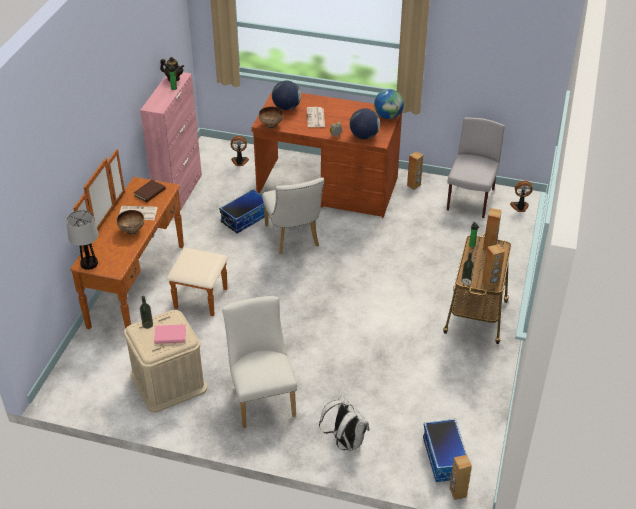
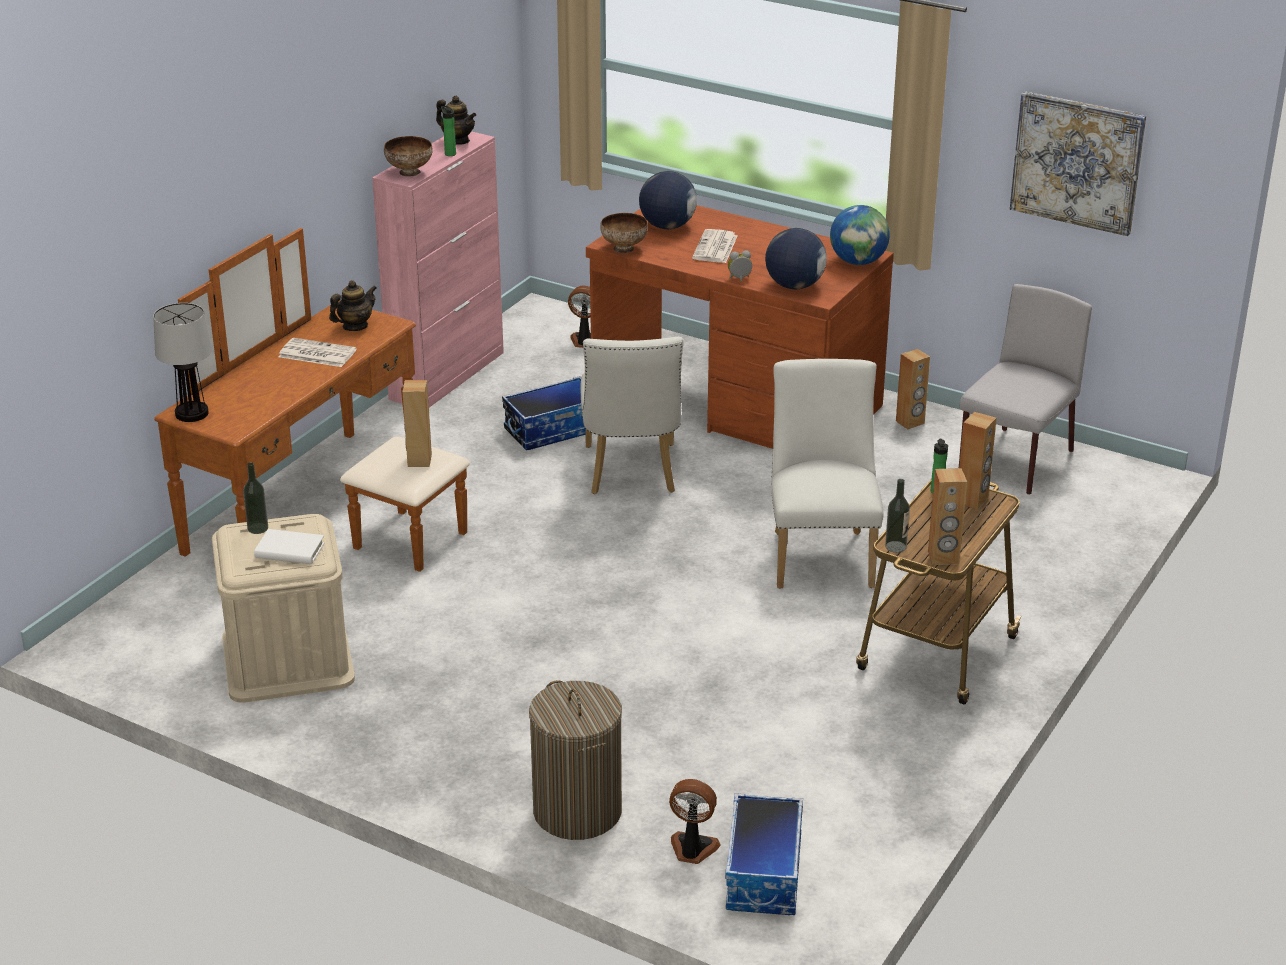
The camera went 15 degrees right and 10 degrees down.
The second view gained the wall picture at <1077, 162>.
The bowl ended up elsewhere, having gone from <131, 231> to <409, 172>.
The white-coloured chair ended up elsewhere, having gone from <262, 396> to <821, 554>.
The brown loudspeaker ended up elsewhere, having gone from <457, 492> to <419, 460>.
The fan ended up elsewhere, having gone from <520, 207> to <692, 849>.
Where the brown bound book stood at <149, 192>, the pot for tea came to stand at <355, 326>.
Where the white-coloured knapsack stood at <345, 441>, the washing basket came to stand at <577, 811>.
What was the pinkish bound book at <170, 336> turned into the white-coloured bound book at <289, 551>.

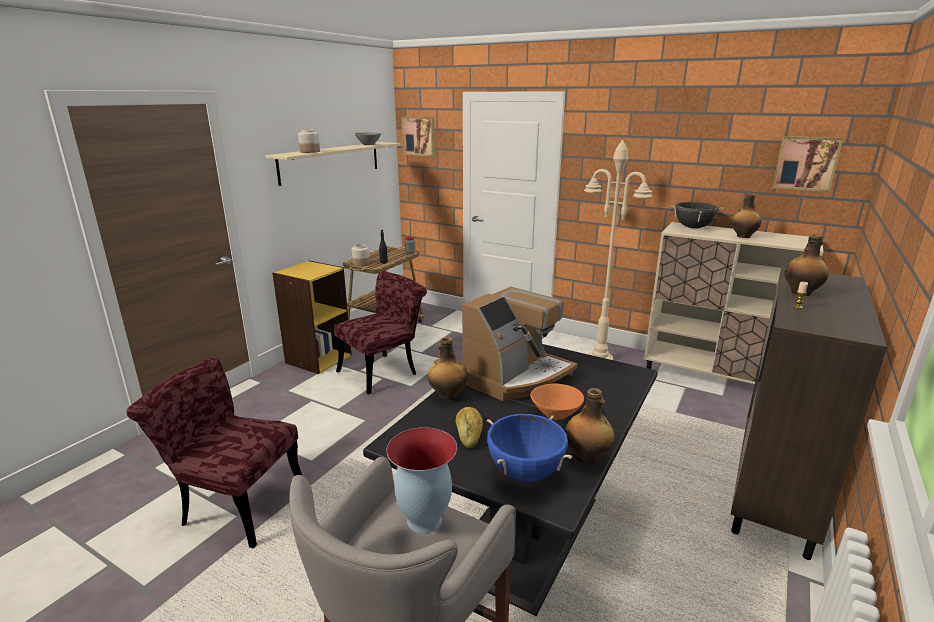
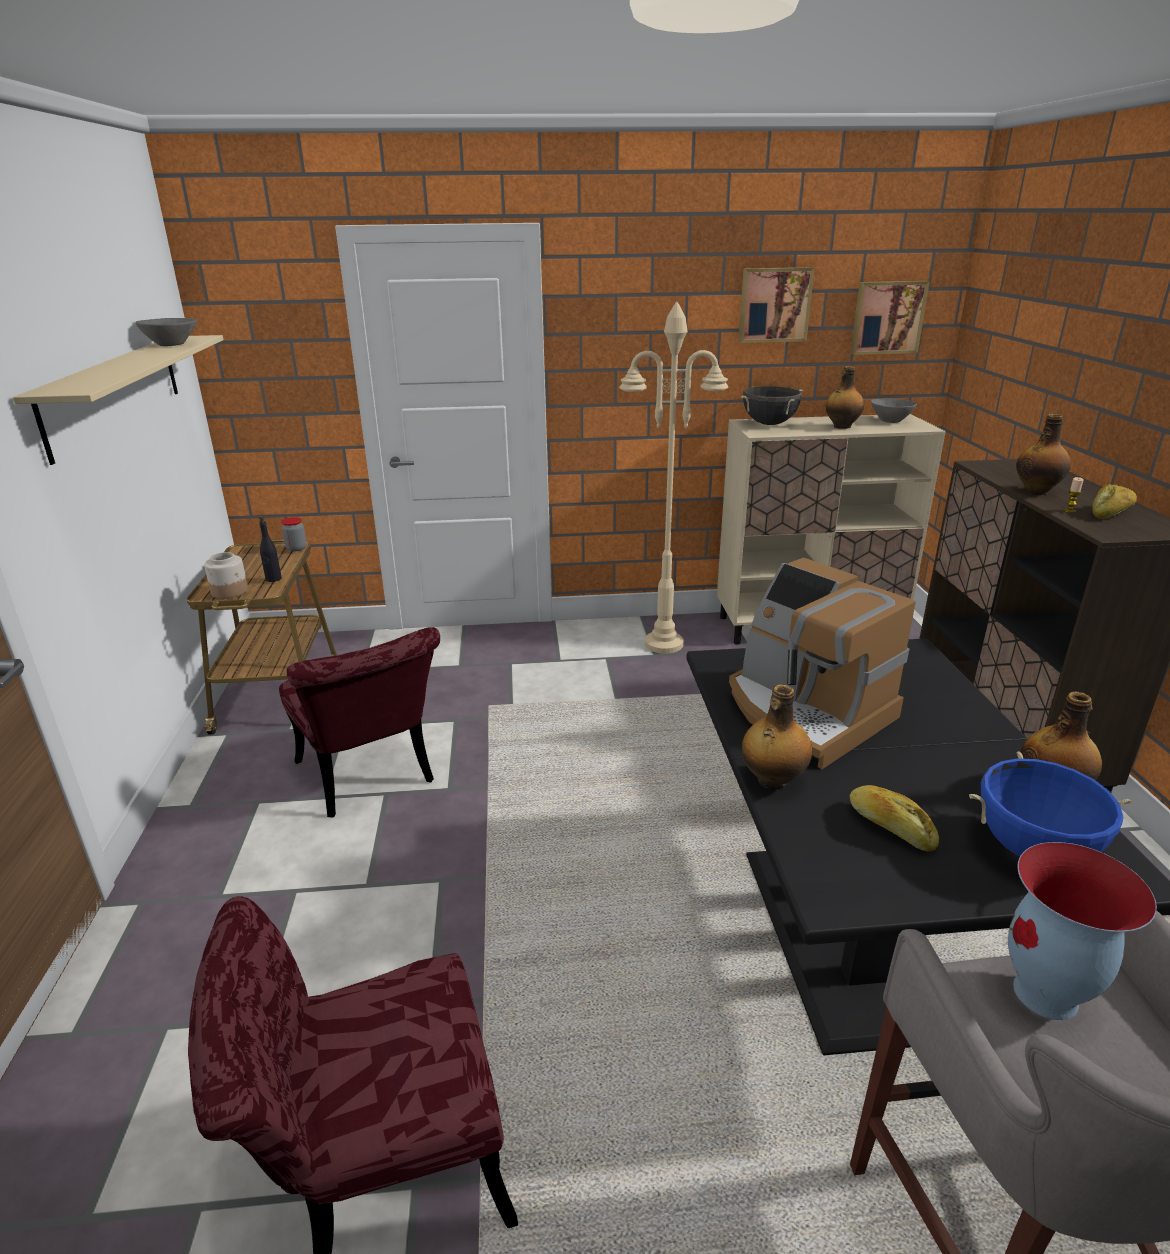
The camera went 35 degrees left and 5 degrees up.
The second view lost the yellowish bookcase at <318, 358>.
The second view lost the preserve jar at <309, 152>.
The second view lost the orange-coloured bowl at <555, 414>.
The second view gained the grey bowl at <890, 421>.
The second view gained the bakery bread at <1111, 512>.
The wall picture ended up elsewhere, having gone from <419, 136> to <774, 305>.
The red-coloured chair at <384, 370> ended up facing another way, 135 degrees clockwise from before.
The coffee maker at <516, 377> ended up facing another way, 135 degrees clockwise from before.

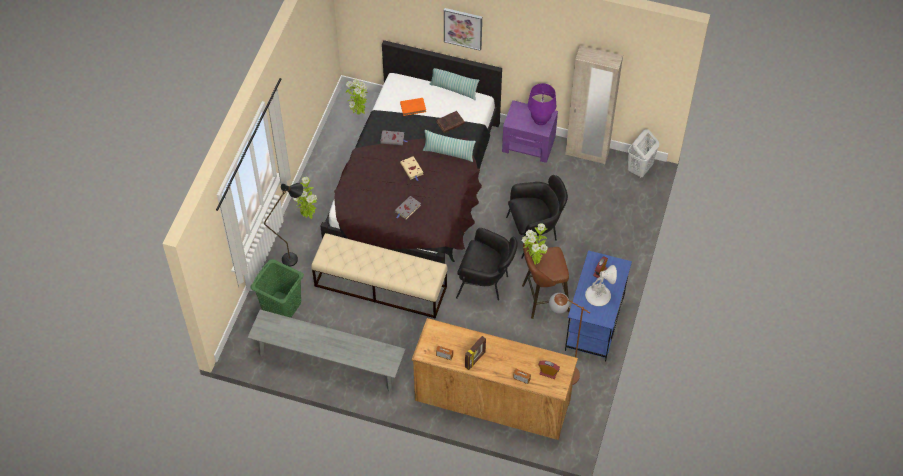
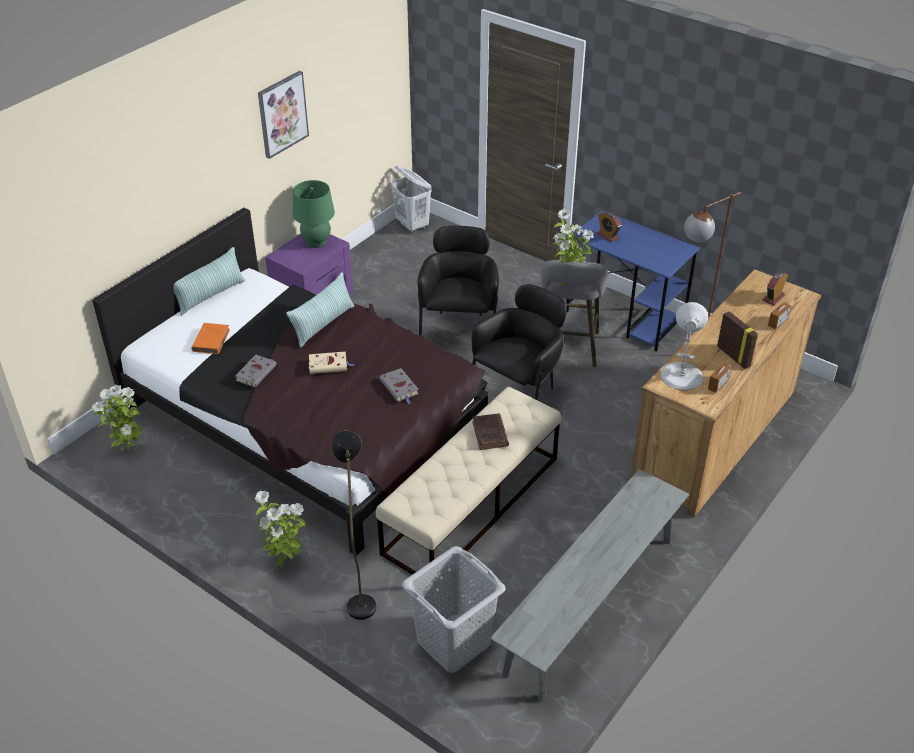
The camera went 70 degrees left and 15 degrees down.
The second view lost the sand-coloured wardrobe at <587, 153>.
The brown bound book ended up elsewhere, having gone from <449, 123> to <490, 434>.
The wall picture ended up elsewhere, having gone from <463, 28> to <282, 114>.
The white-coloured tabletop lamp ended up elsewhere, having gone from <598, 295> to <681, 375>.
What was the green-coloured washing basket at <282, 307> turned into the grey washing basket at <454, 643>.
What was the brown stool at <542, 299> turned into the grey stool at <568, 349>.
What was the purple-coloured tabletop lamp at <540, 119> turned into the green-coloured tabletop lamp at <316, 242>.

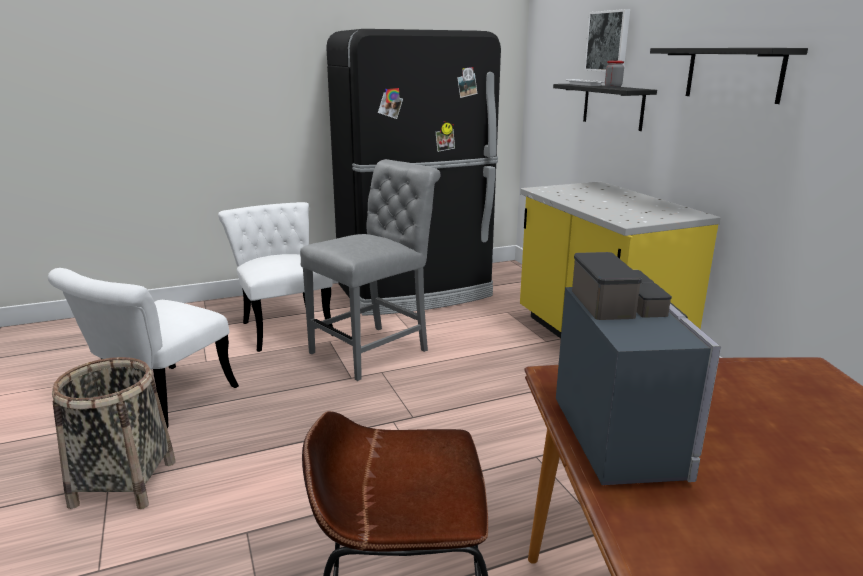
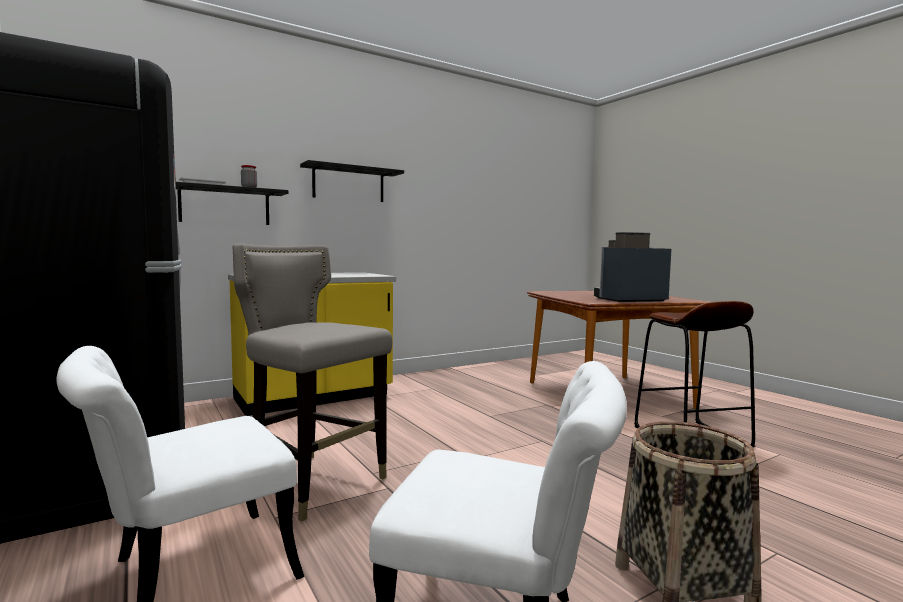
The camera went 100 degrees left and 15 degrees down.
The second view lost the wall picture at <608, 41>.
Where the grey chair stood at <375, 350>, the grey stool came to stand at <312, 482>.

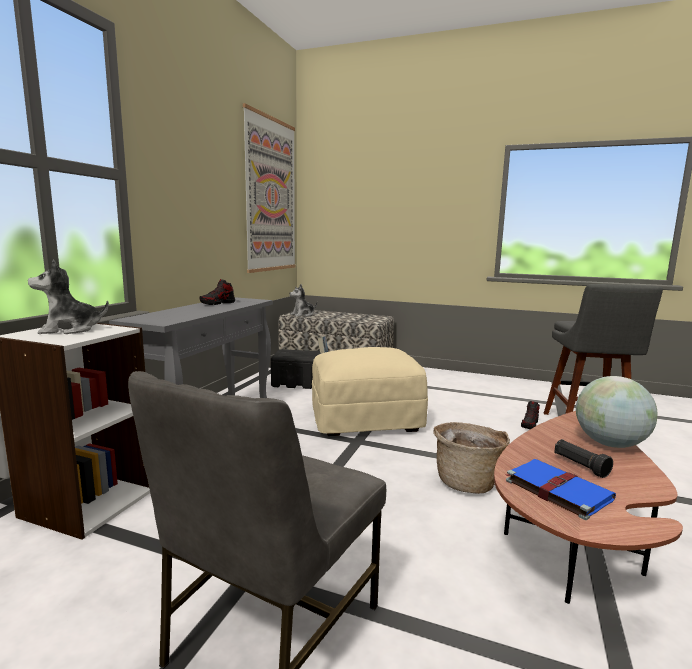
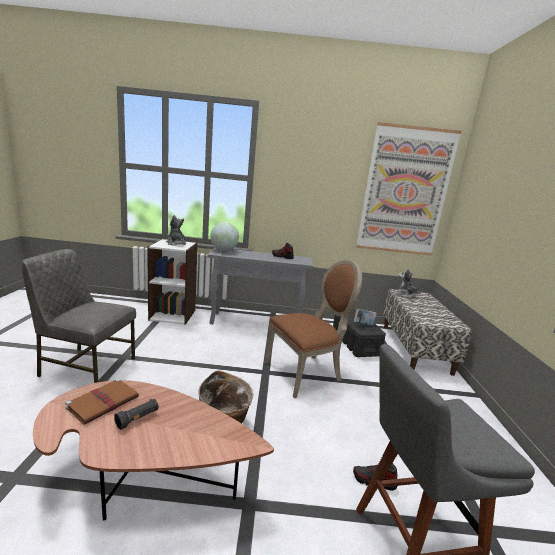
The camera went 70 degrees right and 5 degrees up.
The globe ended up elsewhere, having gone from <610, 444> to <223, 250>.
Where the sand-coloured ottoman stood at <366, 419>, the brown chair came to stand at <306, 372>.
What was the blue bound book at <556, 489> turned into the brown bound book at <104, 402>.

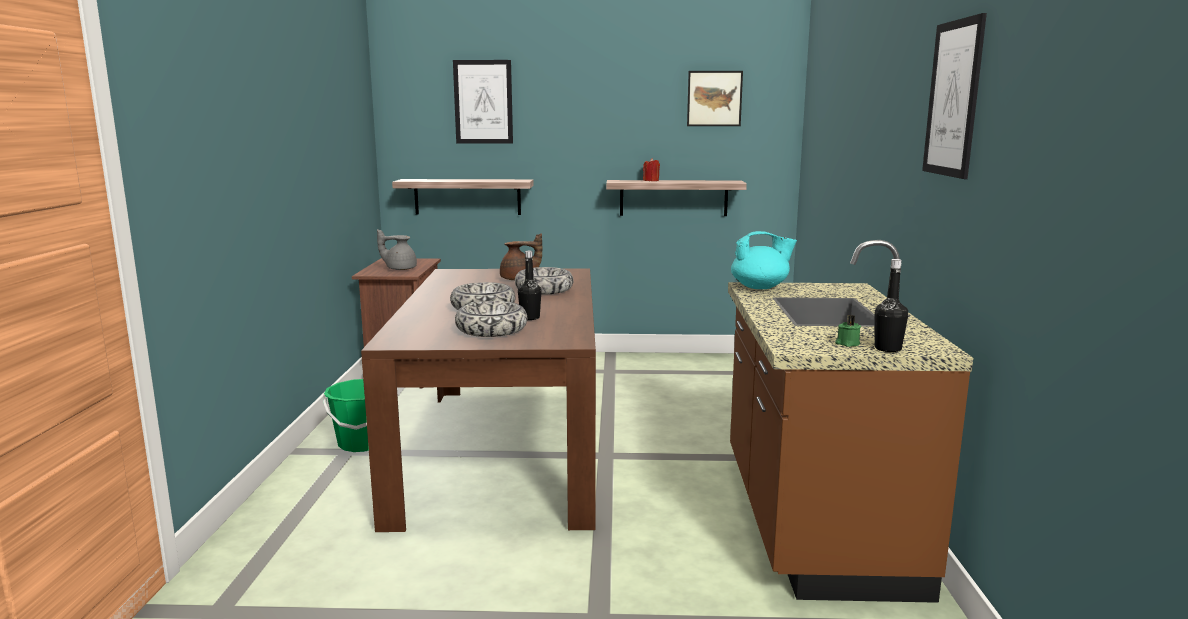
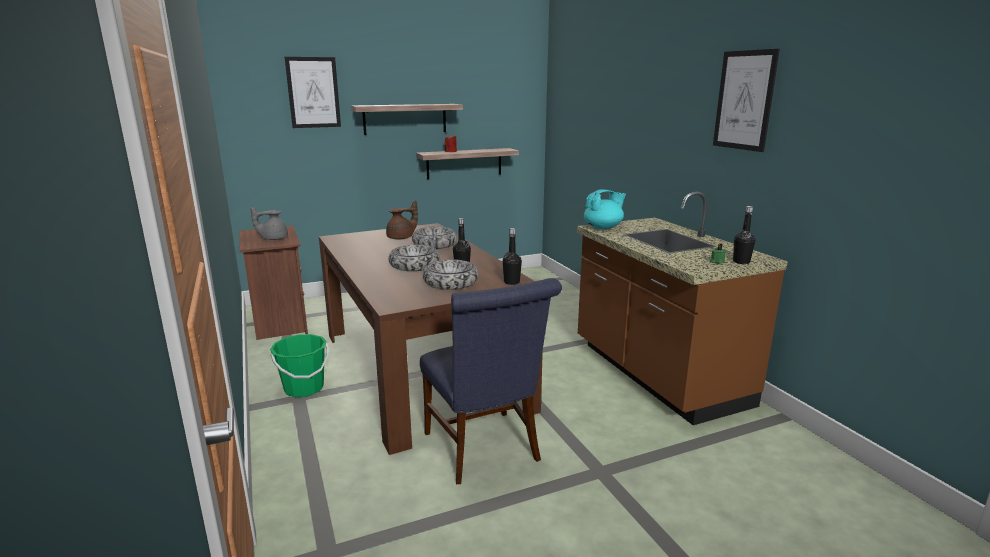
The camera went 25 degrees left and 5 degrees up.
The second view lost the wall picture at <714, 98>.
The second view gained the blue chair at <485, 450>.
The second view gained the black drink bottle at <511, 282>.
The shelf ended up elsewhere, having gone from <467, 196> to <405, 119>.

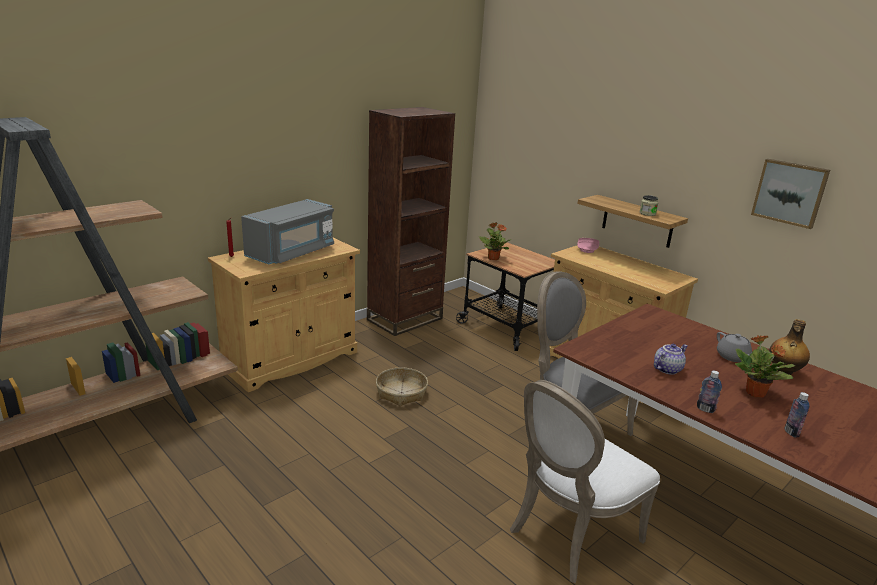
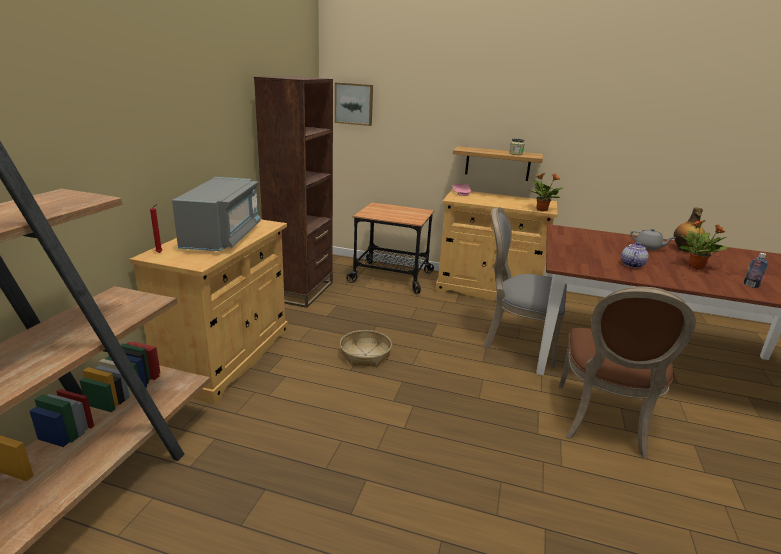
The camera went 30 degrees left and 0 degrees up.
The second view lost the drink bottle at <705, 409>.
The plant in a pot ended up elsewhere, having gone from <493, 258> to <541, 209>.
The wall picture ended up elsewhere, having gone from <790, 192> to <354, 104>.
What was the white-coloured chair at <569, 535> turned into the brown chair at <604, 422>.

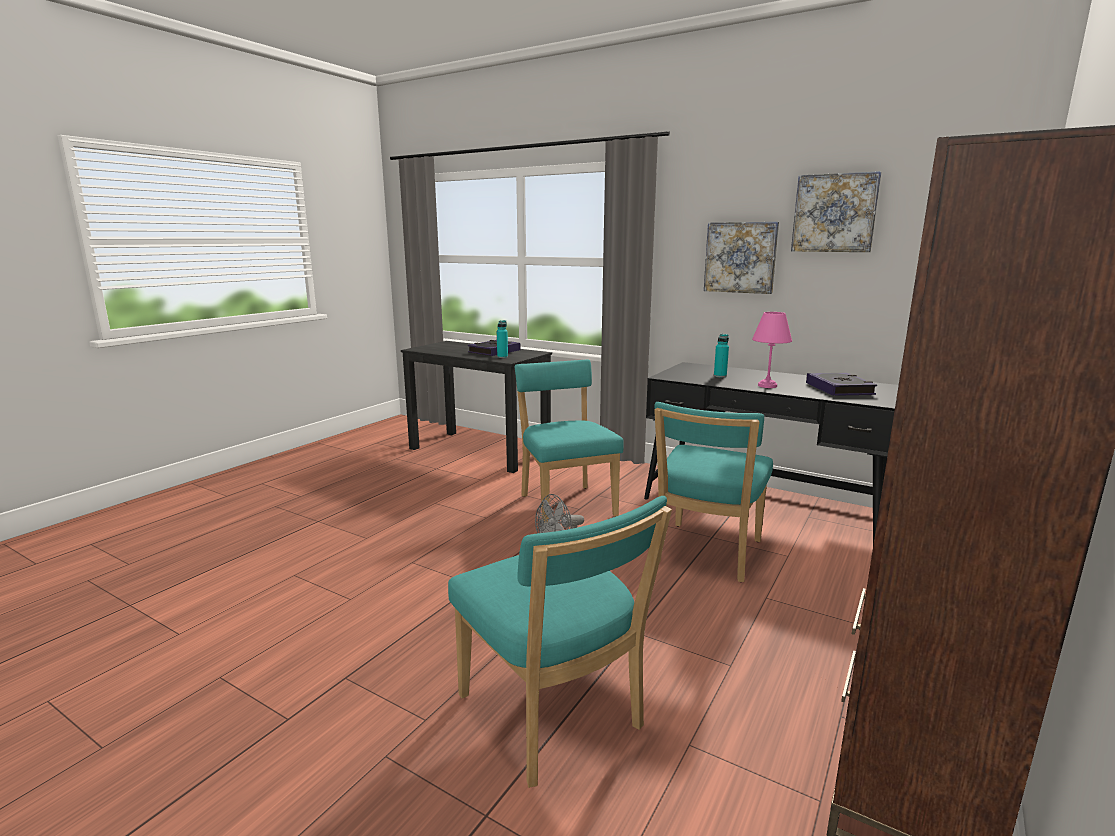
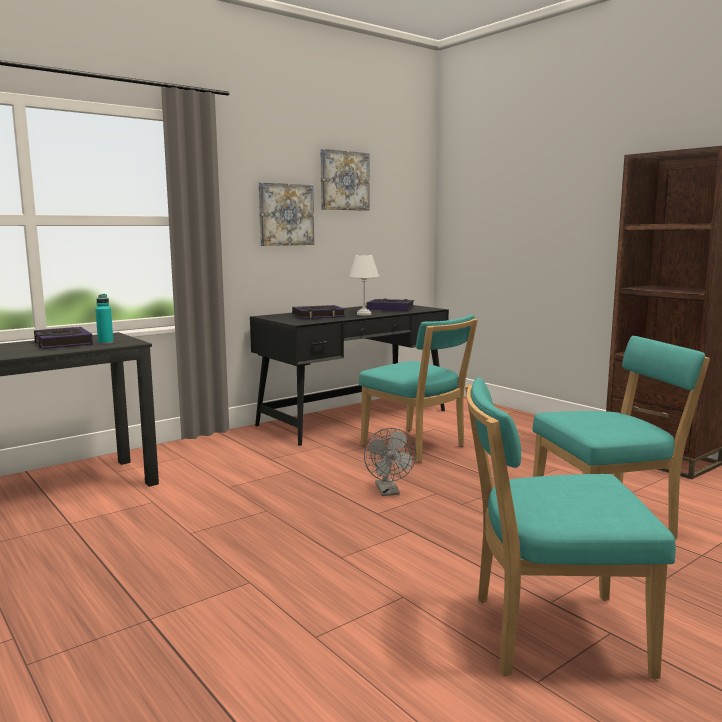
The camera went 70 degrees left and 5 degrees down.
The turquoise-coloured chair ended up elsewhere, having gone from <566, 504> to <549, 634>.
Where the turquoise-coloured drink bottle stood at <720, 376>, the bound book came to stand at <318, 316>.
What was the pinkish tabletop lamp at <767, 385> turned into the white-coloured tabletop lamp at <363, 314>.

